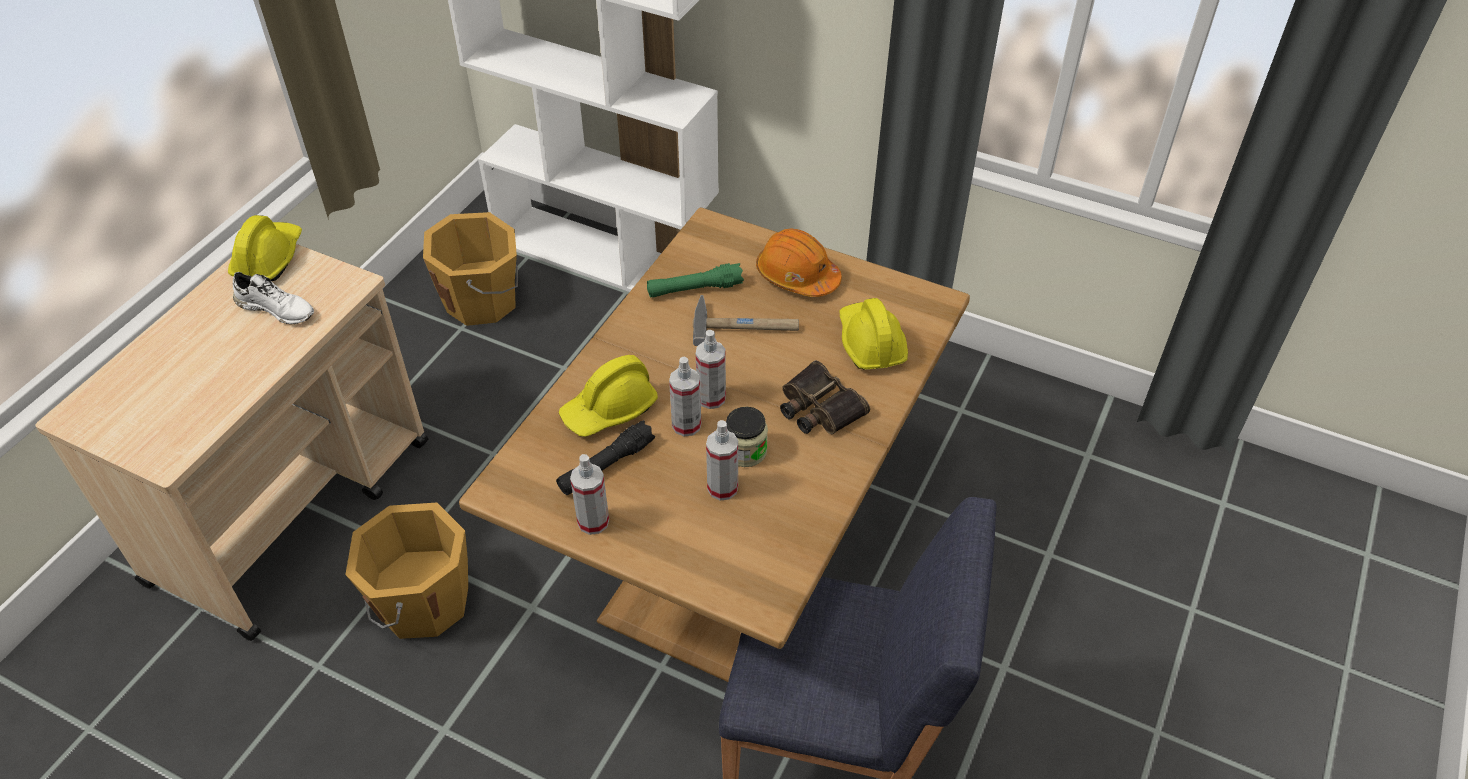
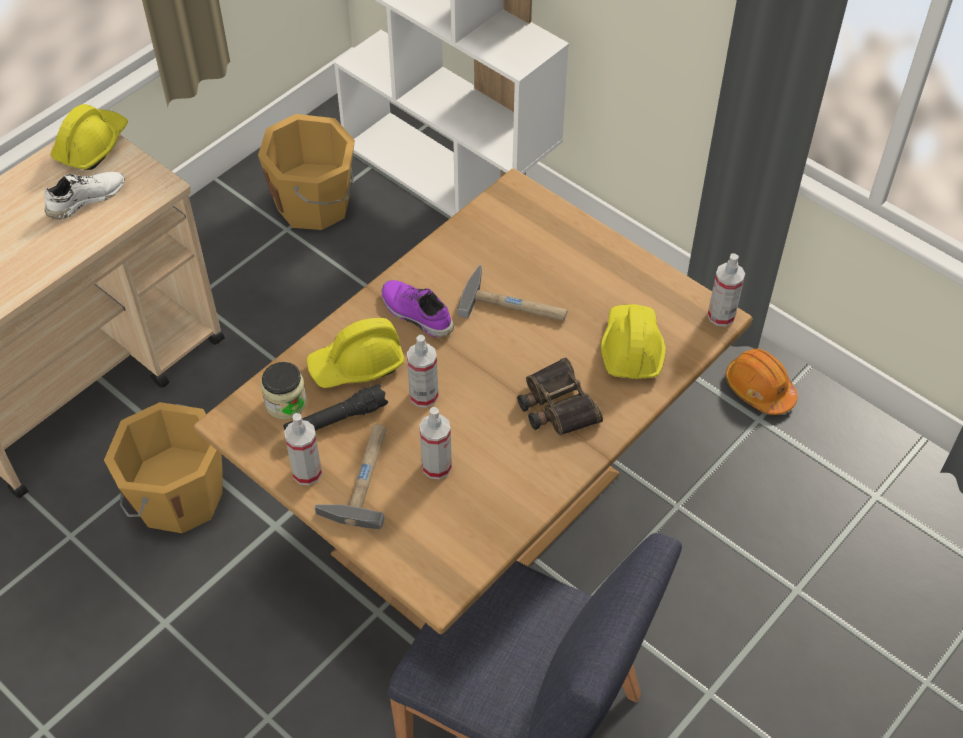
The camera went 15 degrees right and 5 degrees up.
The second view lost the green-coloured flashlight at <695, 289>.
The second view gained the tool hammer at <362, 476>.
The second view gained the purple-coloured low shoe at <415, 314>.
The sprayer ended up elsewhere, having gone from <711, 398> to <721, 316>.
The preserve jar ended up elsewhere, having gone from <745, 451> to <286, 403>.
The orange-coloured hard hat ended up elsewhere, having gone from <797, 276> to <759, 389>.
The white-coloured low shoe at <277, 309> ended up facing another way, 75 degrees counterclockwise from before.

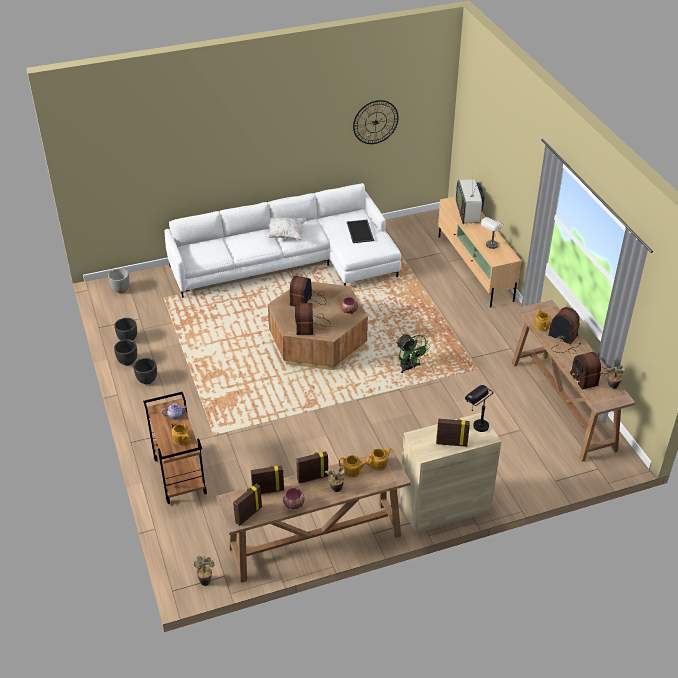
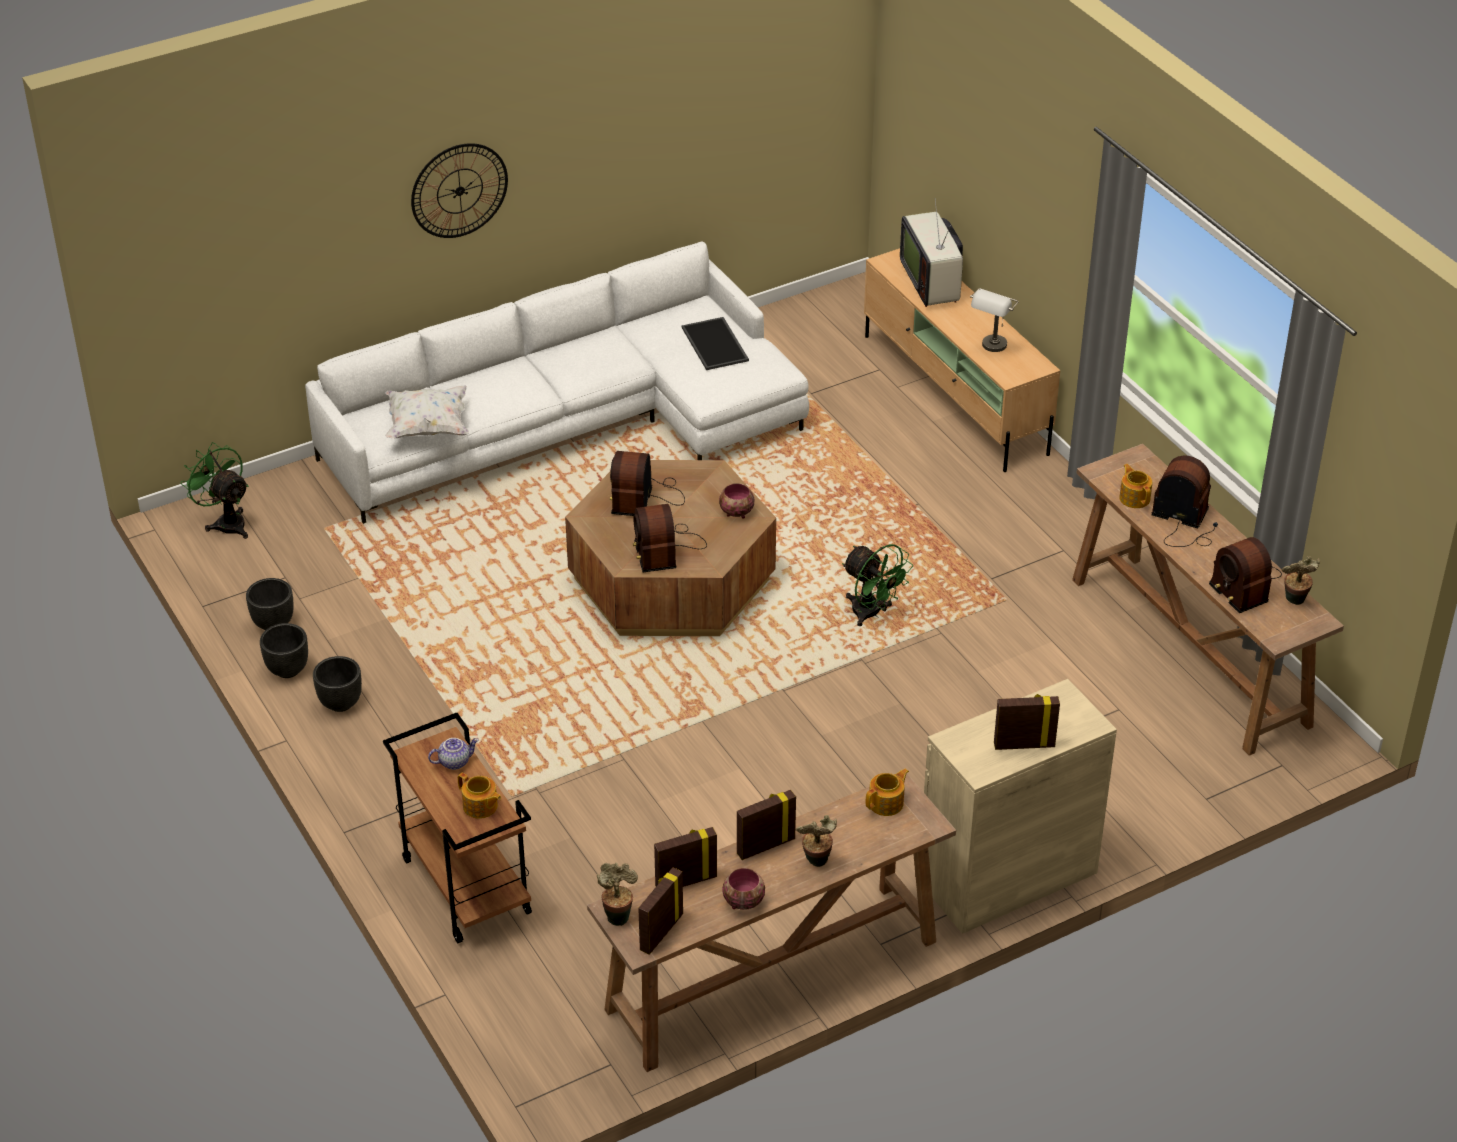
The camera went 10 degrees left and 0 degrees up.
The second view lost the pot for tea at <352, 471>.
The second view lost the black tabletop lamp at <476, 423>.
The plant in a pot ended up elsewhere, having gone from <205, 580> to <617, 915>.
The white-coloured pillow ended up elsewhere, having gone from <285, 235> to <428, 427>.
The wall clock ended up elsewhere, having gone from <375, 122> to <459, 190>.
Where the planter stood at <120, 290>, the green-coloured fan came to stand at <226, 522>.

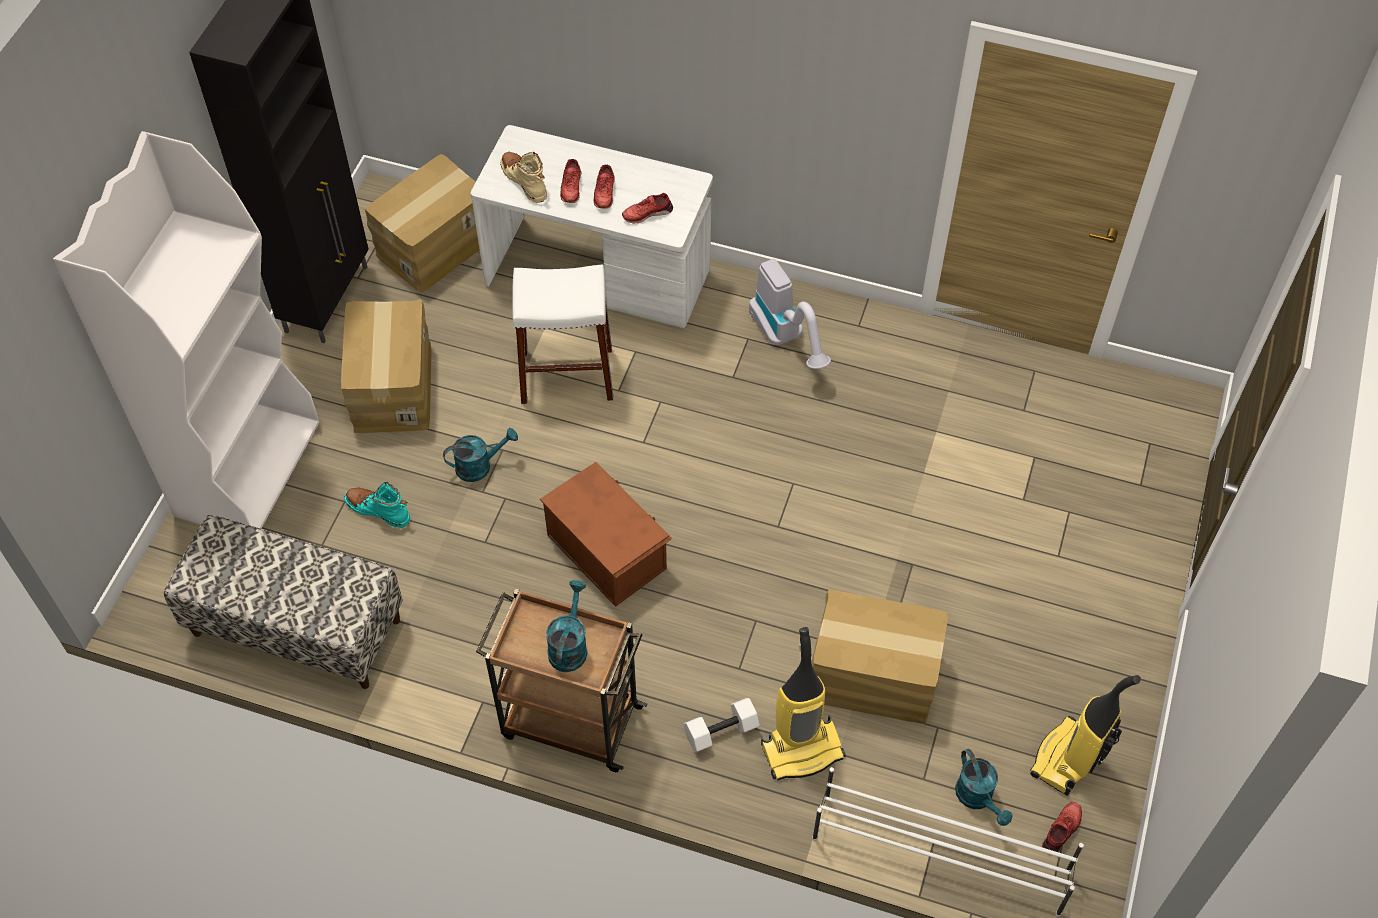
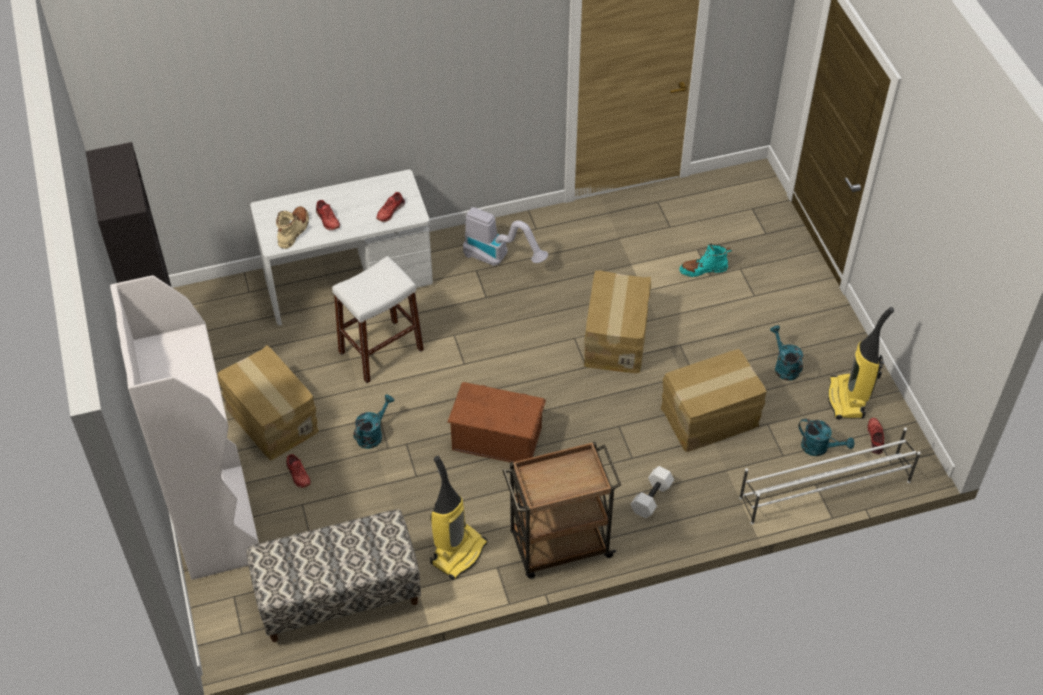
The camera went 35 degrees left and 5 degrees down.
The turquoise-coloured boot ended up elsewhere, having gone from <378, 510> to <703, 269>.
The packing box ended up elsewhere, having gone from <434, 245> to <614, 339>.
The turquoise-coloured watering pot ended up elsewhere, having gone from <569, 645> to <784, 366>.
The red-coloured low shoe ended up elsewhere, having gone from <604, 192> to <298, 474>.
The vacuum cleaner ended up elsewhere, having gone from <802, 749> to <458, 552>.
The sand-coloured boot at <524, 181> ended up facing another way, 90 degrees clockwise from before.

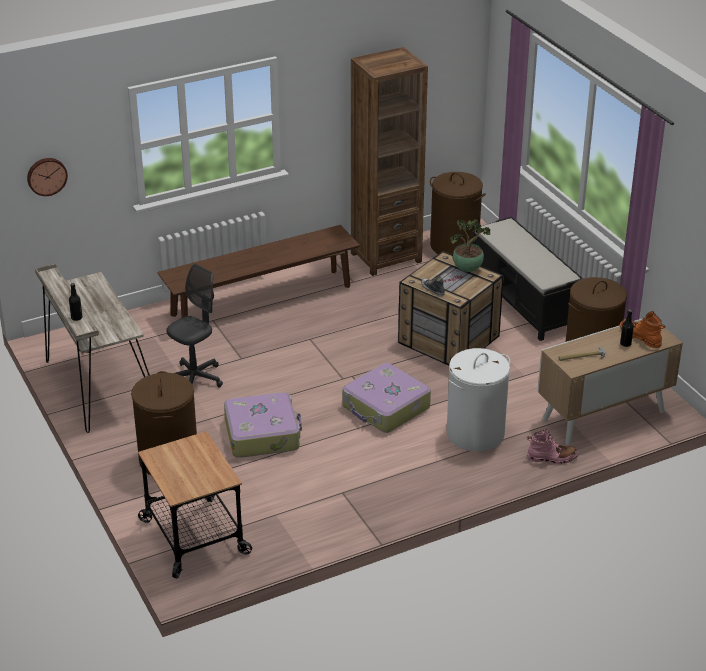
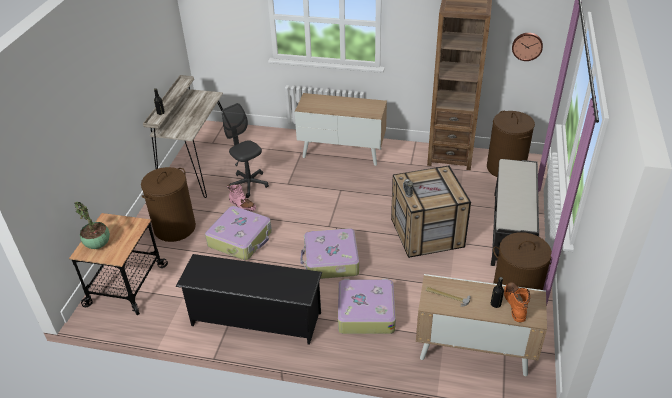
The camera went 40 degrees right and 5 degrees up.
The second view gained the black shoe stand at <255, 319>.
The wall clock ended up elsewhere, having gone from <46, 176> to <527, 46>.
The plant in a pot ended up elsewhere, having gone from <468, 269> to <98, 245>.
The pinkish boot ended up elsewhere, having gone from <551, 458> to <242, 205>.
Where the brown bench stood at <261, 300>, the storage cabinet came to stand at <342, 152>.
Where the white-coloured washing basket stood at <475, 434>, the suitcase came to stand at <365, 312>.
The grey computer chair at <195, 379> ended up facing another way, 120 degrees counterclockwise from before.

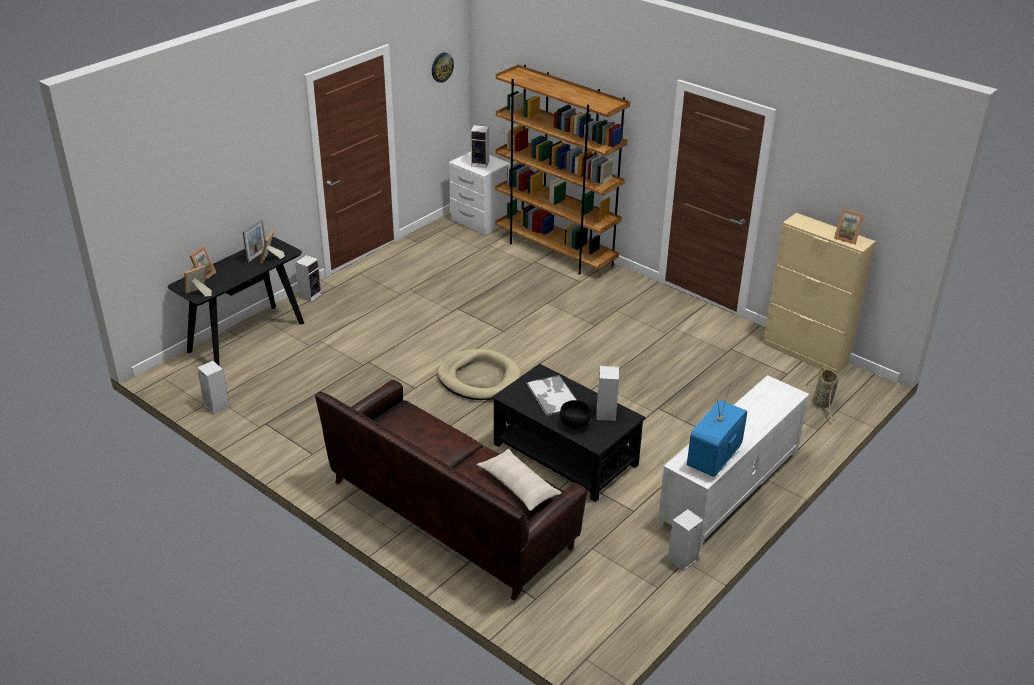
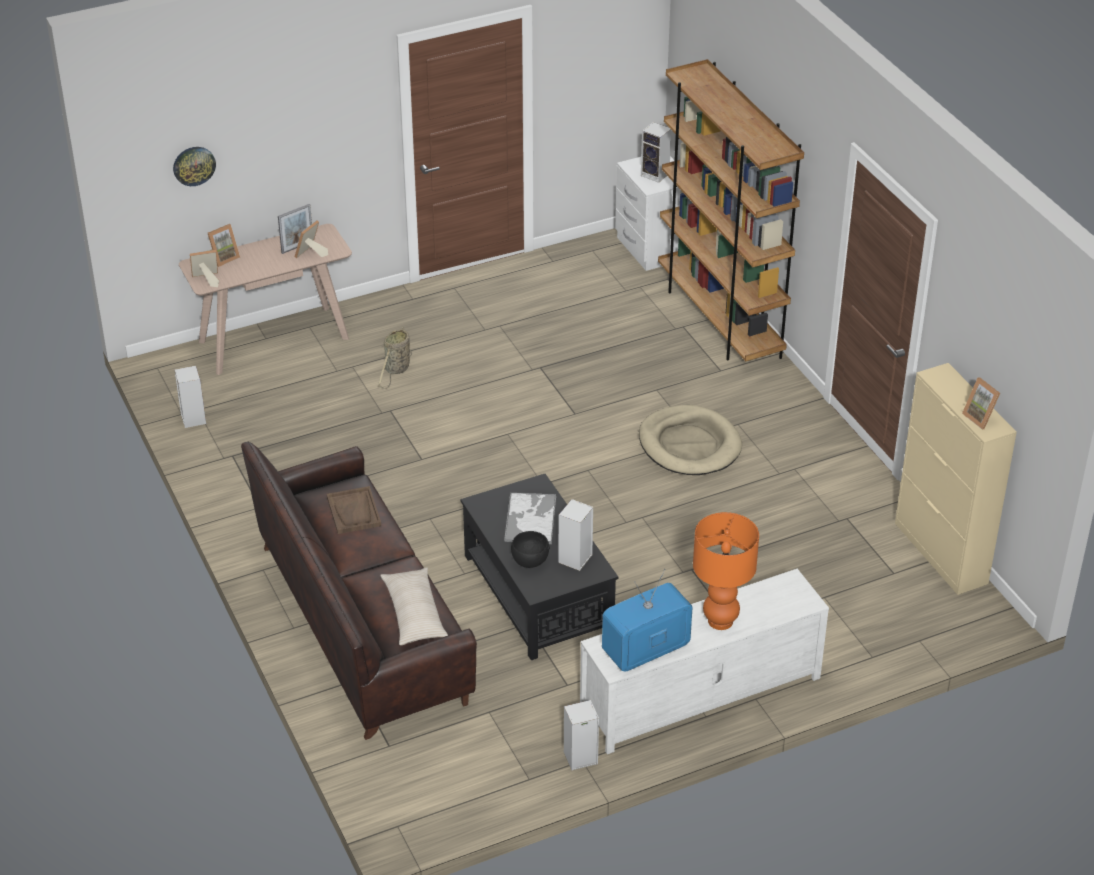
The camera went 25 degrees right and 5 degrees up.
The second view lost the loudspeaker at <310, 295>.
The second view gained the brown tray at <354, 512>.
The second view gained the orange-coloured tabletop lamp at <720, 620>.
The wall clock ended up elsewhere, having gone from <442, 67> to <194, 165>.
The sand-coloured pet bed ended up elsewhere, having gone from <479, 378> to <689, 445>.
The storage basket ended up elsewhere, having gone from <822, 404> to <396, 370>.
What was the black hall table at <246, 336> turned into the sand-coloured hall table at <273, 339>.

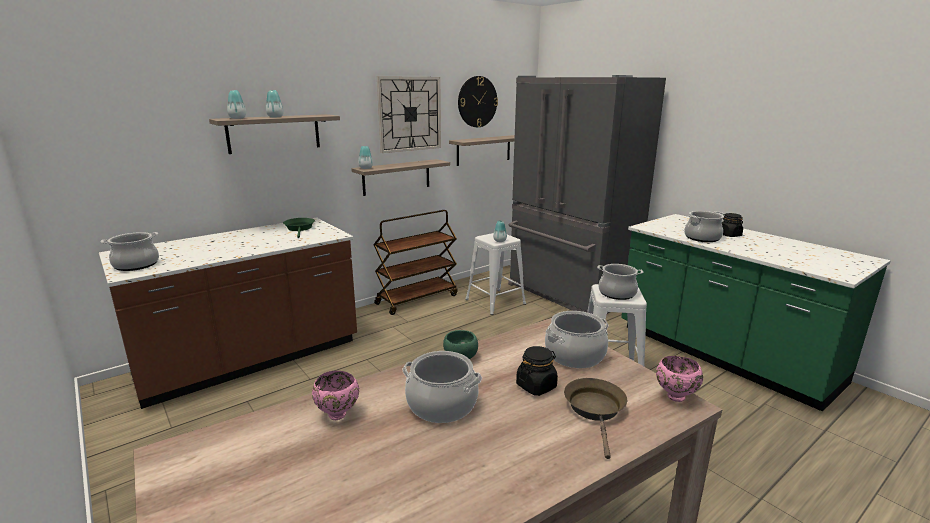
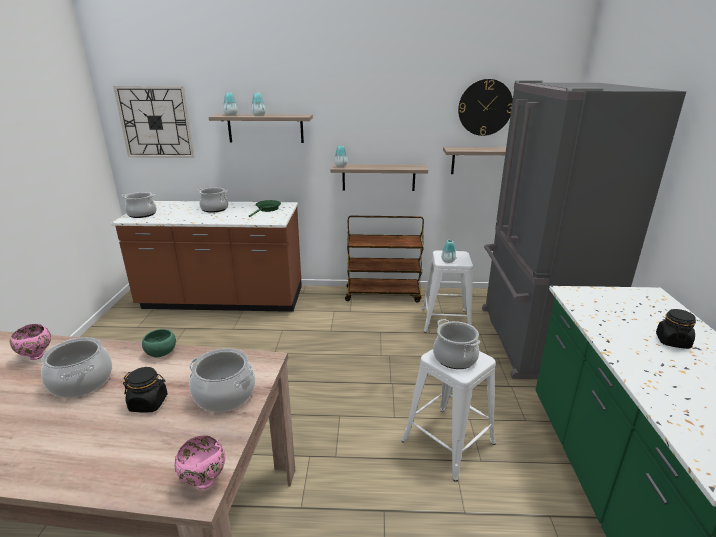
The camera went 40 degrees right and 5 degrees up.
The second view lost the brown frying pan at <595, 410>.
The wall clock ended up elsewhere, having gone from <409, 114> to <155, 122>.
The saucepot ended up elsewhere, having gone from <702, 238> to <214, 209>.

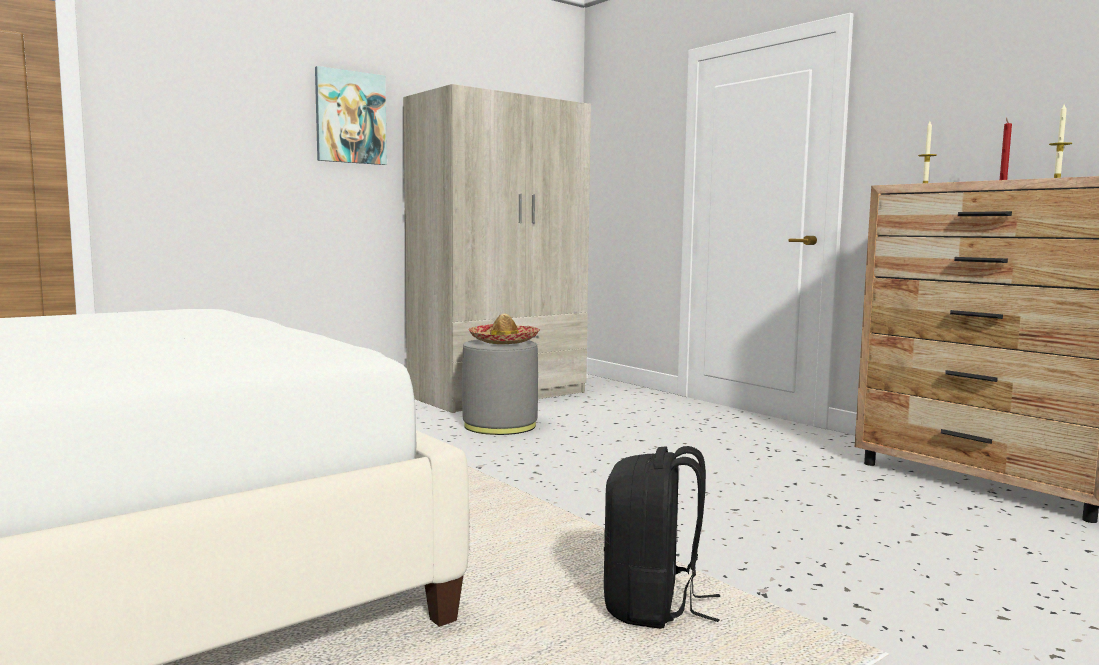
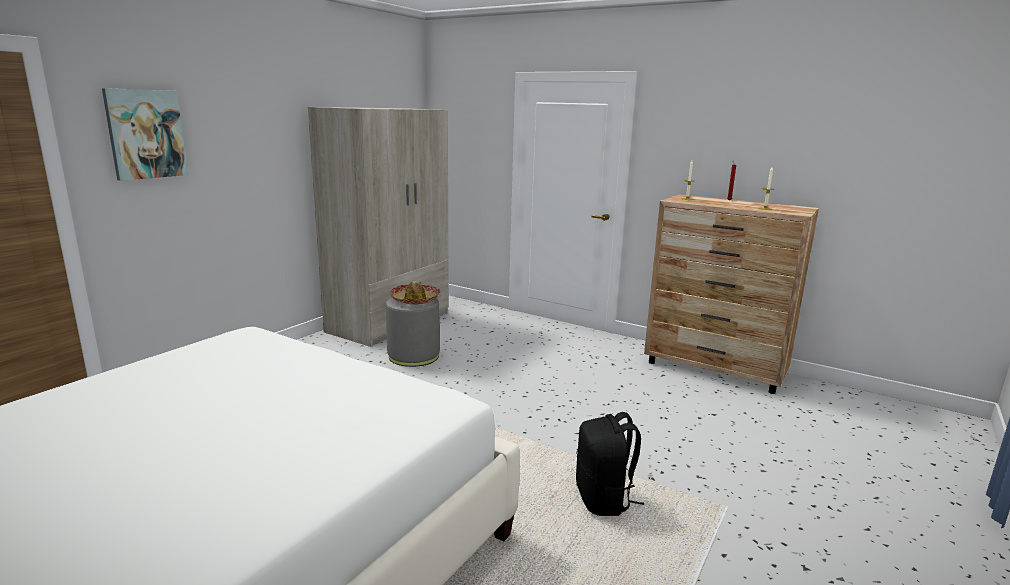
The camera went 20 degrees left and 10 degrees up.
The wall picture ended up elsewhere, having gone from <350, 117> to <146, 134>.

